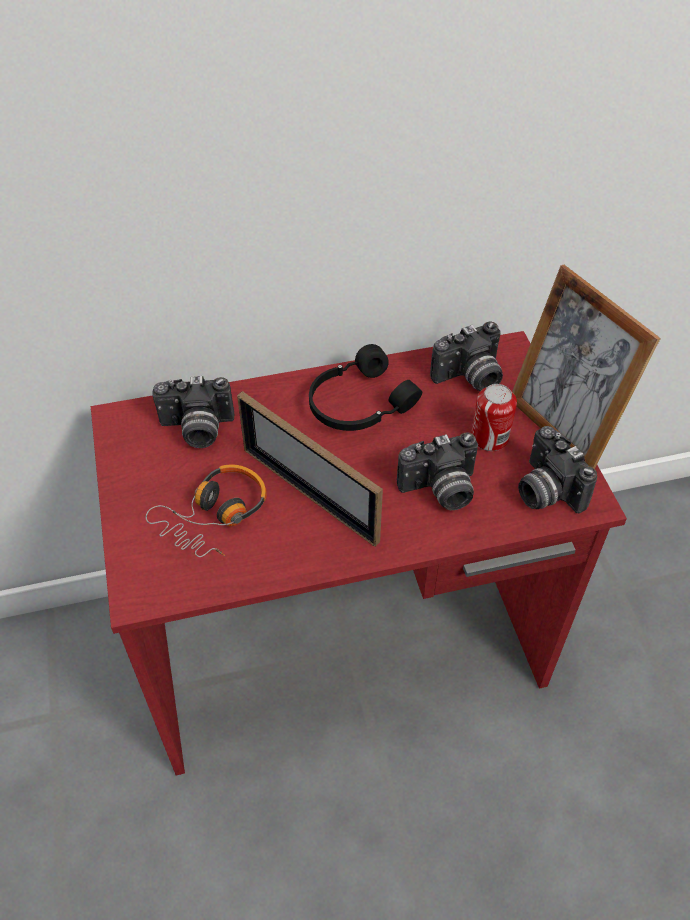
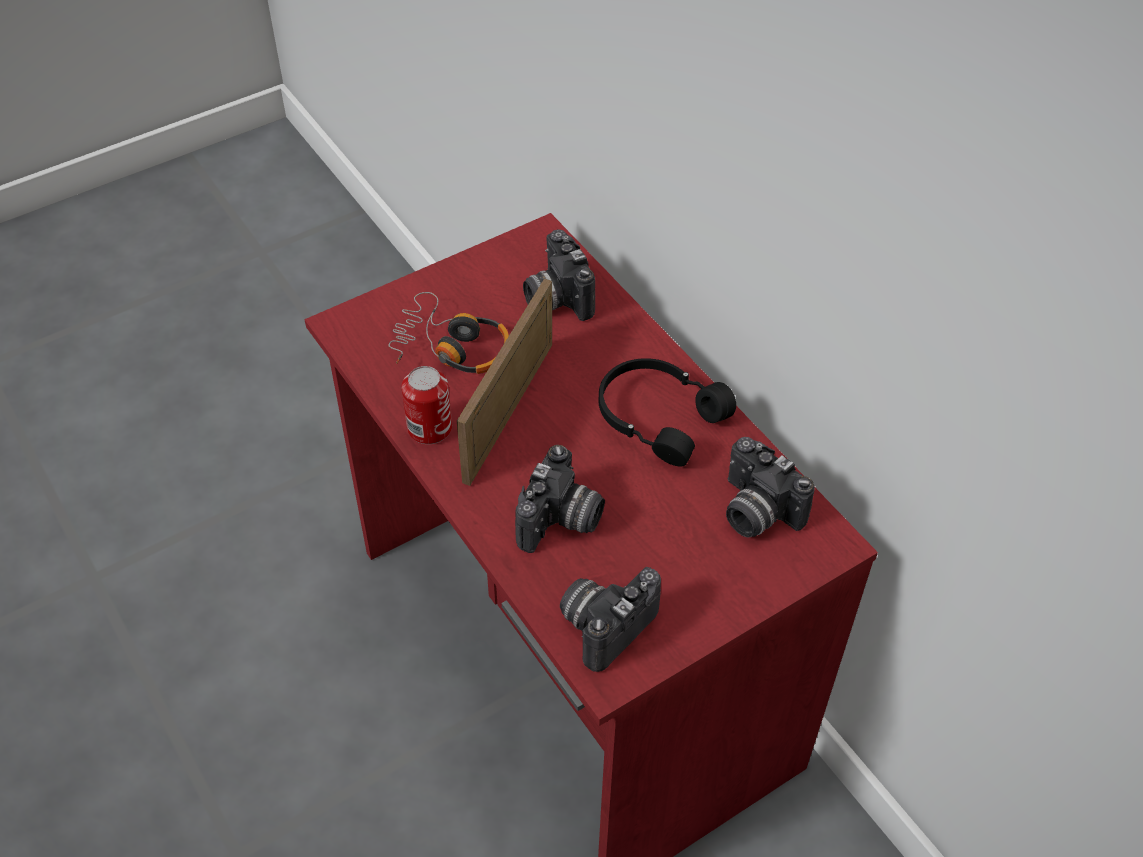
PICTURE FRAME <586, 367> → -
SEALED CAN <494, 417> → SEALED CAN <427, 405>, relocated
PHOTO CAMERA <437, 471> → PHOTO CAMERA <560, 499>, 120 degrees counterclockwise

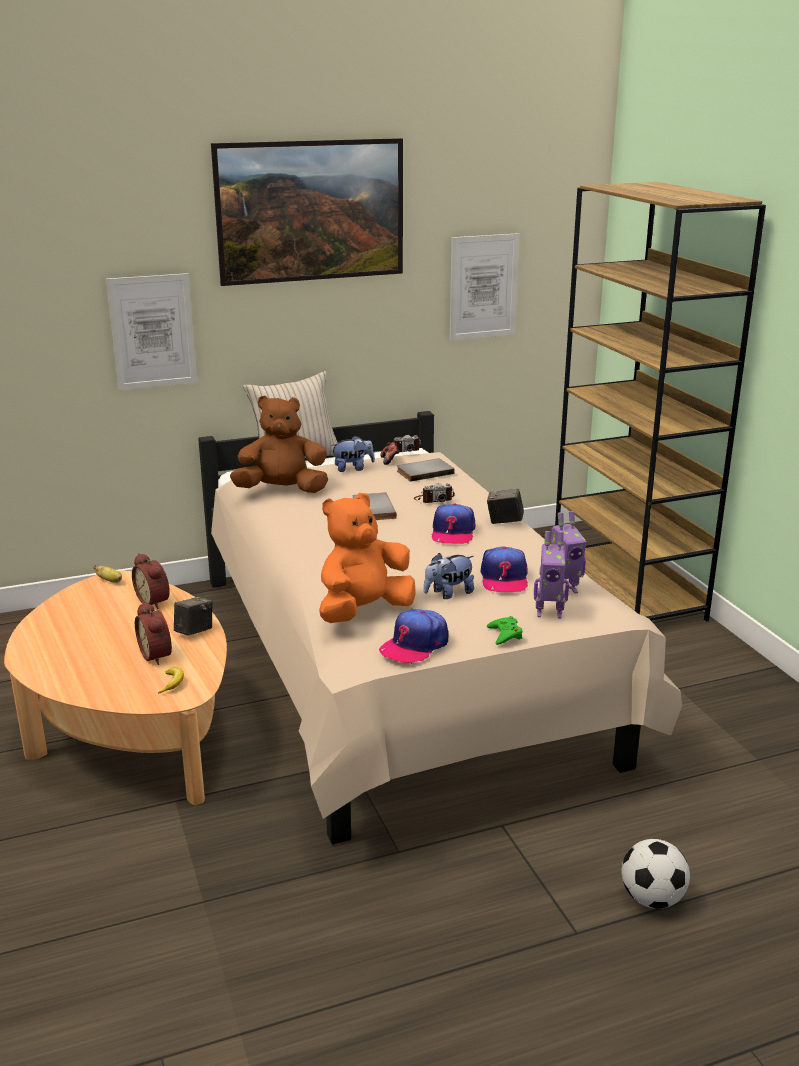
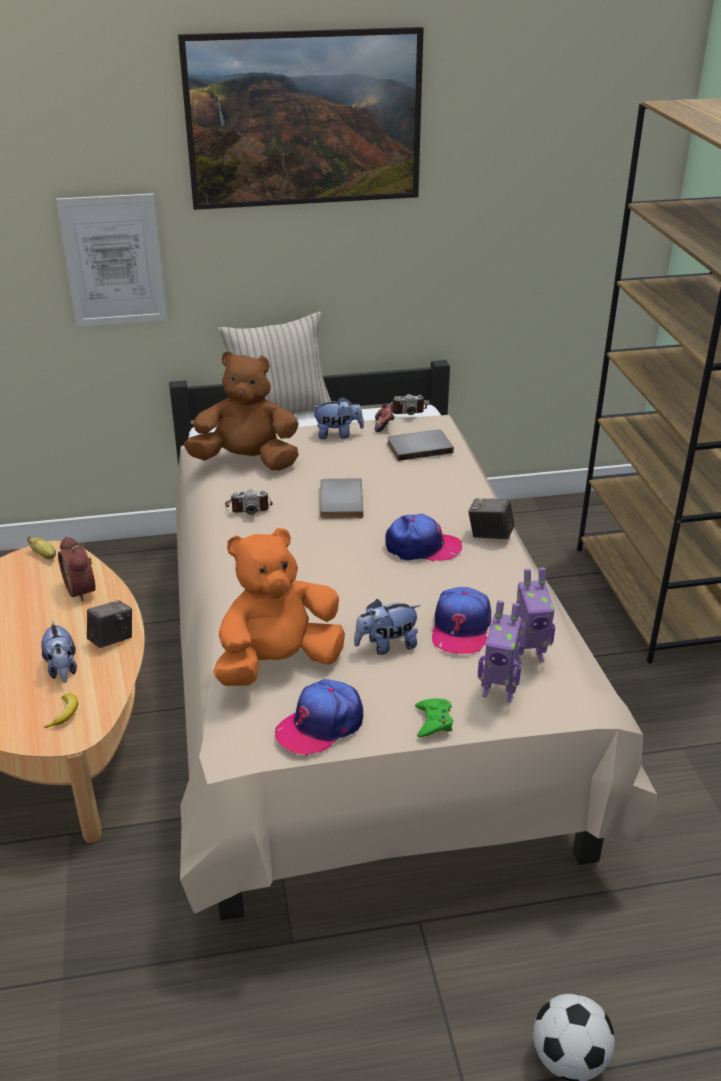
WALL PICTURE <484, 286> → -
PHOTO CAMERA <434, 493> → PHOTO CAMERA <249, 502>, relocated
TABLE CLOCK <153, 633> → PLUSH TOY <59, 652>
CAP <453, 523> → CAP <423, 538>, 105 degrees counterclockwise

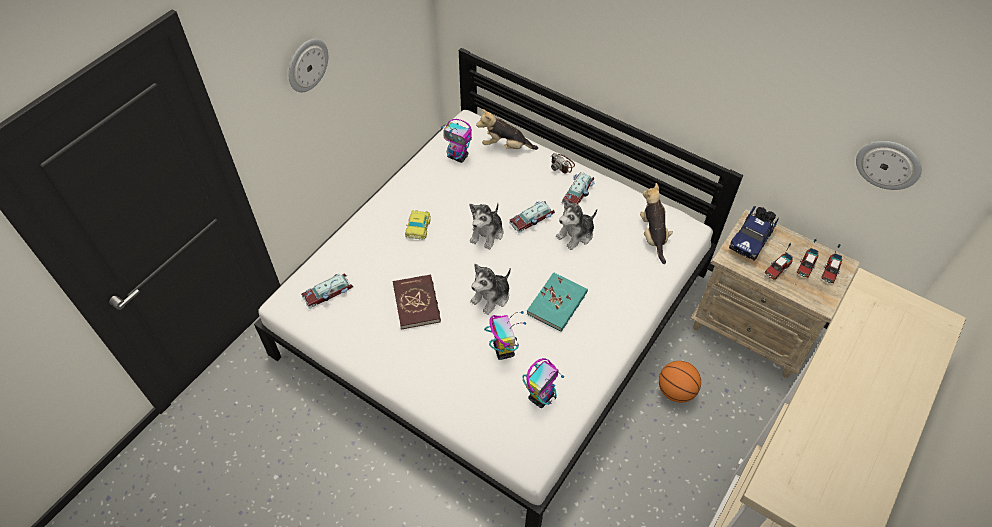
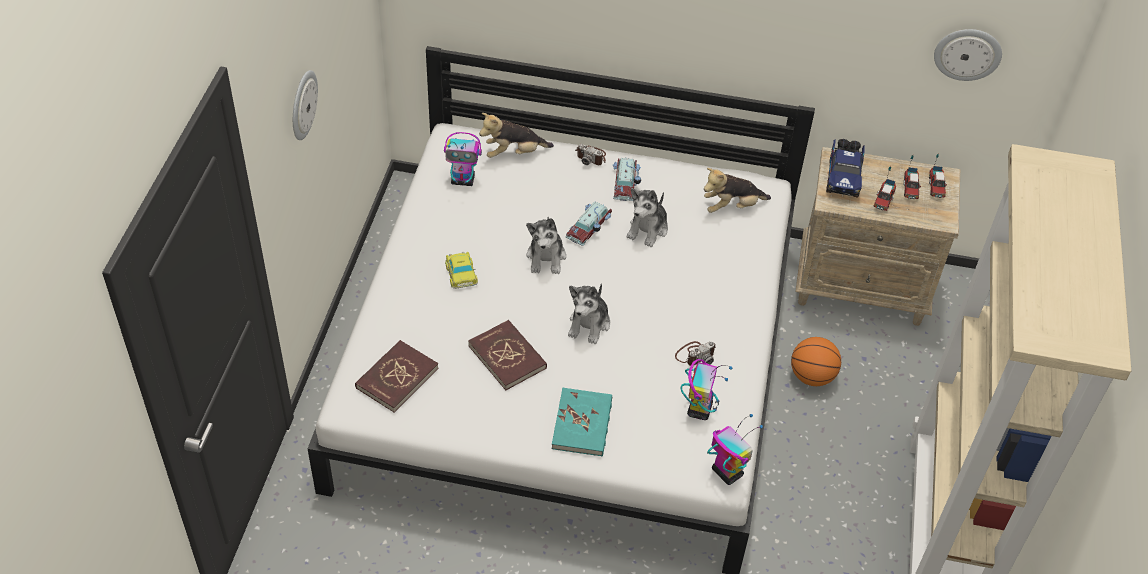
- → PHOTO CAMERA <695, 353>
ROBOT FIGURE <505, 335> → ROBOT FIGURE <735, 449>, relocated
TURQUOISE-COLOURED BOUND BOOK <557, 302> → TURQUOISE-COLOURED BOUND BOOK <582, 422>, relocated
MINIATURE CAR <327, 291> → RED BOUND BOOK <397, 376>
PLUSH TOY <656, 223> → PLUSH TOY <737, 190>, 75 degrees counterclockwise

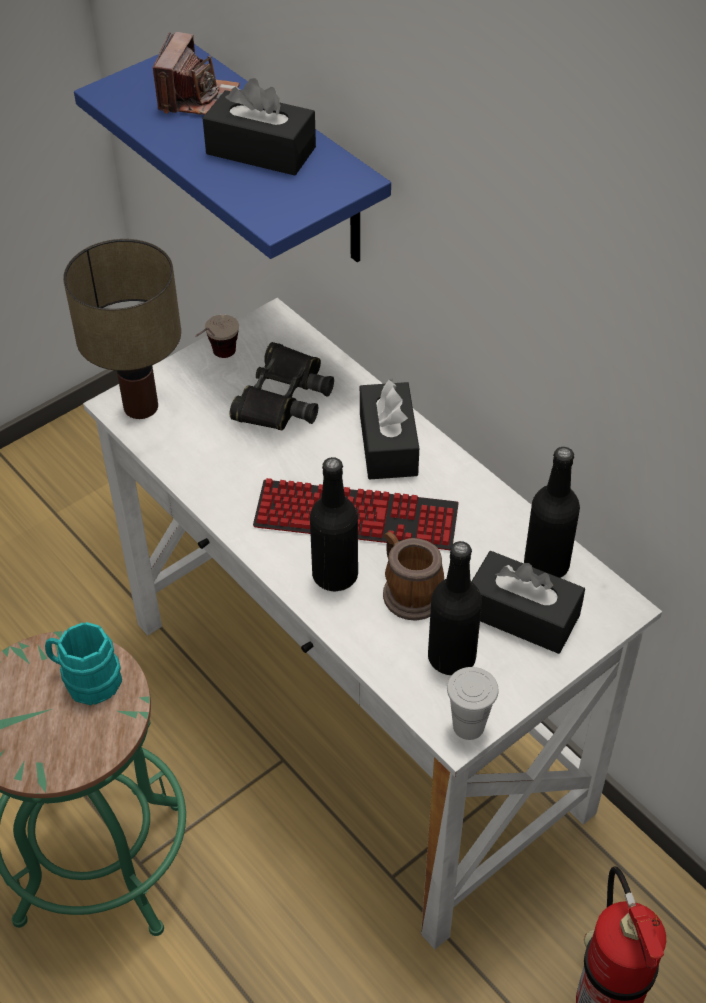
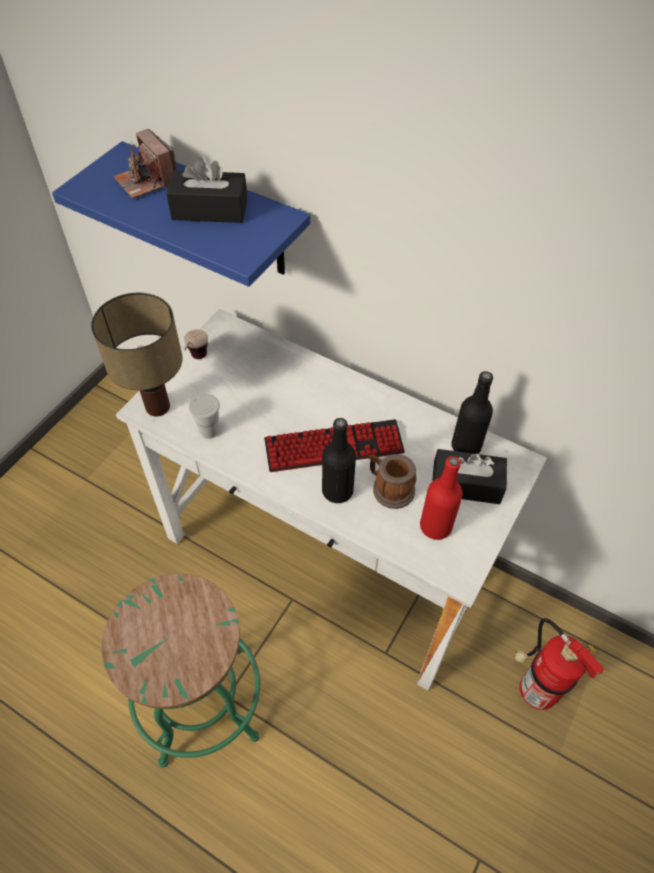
TURQUOISE-COLOURED COFFEE MUG <83, 663> → -
BLACK-COLOURED BINOCULARS <282, 386> → -
BLACK-COLOURED TISSUE HOLDER <389, 429> → -
WHITE SMALL CUP <473, 703> → WHITE SMALL CUP <204, 416>, relocated
BLACK-COLOURED DRINK BOTTLE <455, 608> → RED DRINK BOTTLE <441, 498>
PHOTO CAMERA <196, 73> → PHOTO CAMERA <145, 164>, 150 degrees clockwise

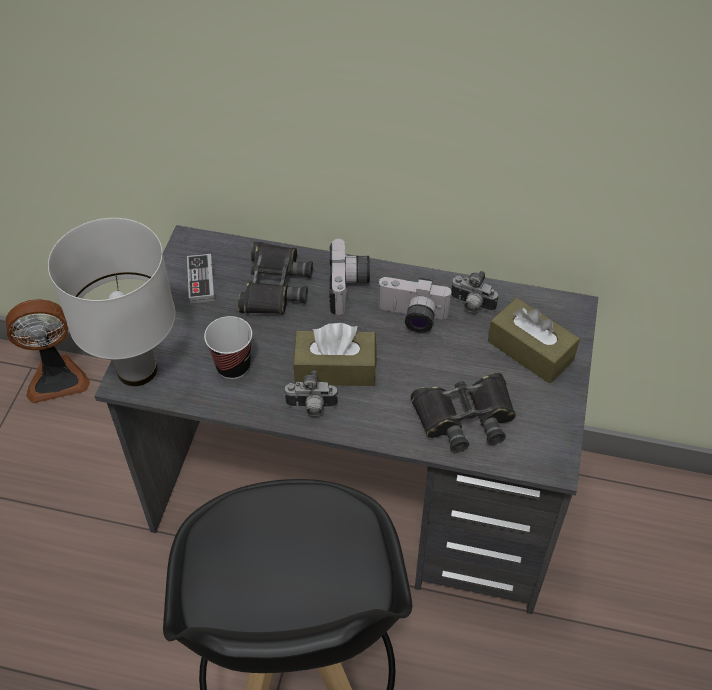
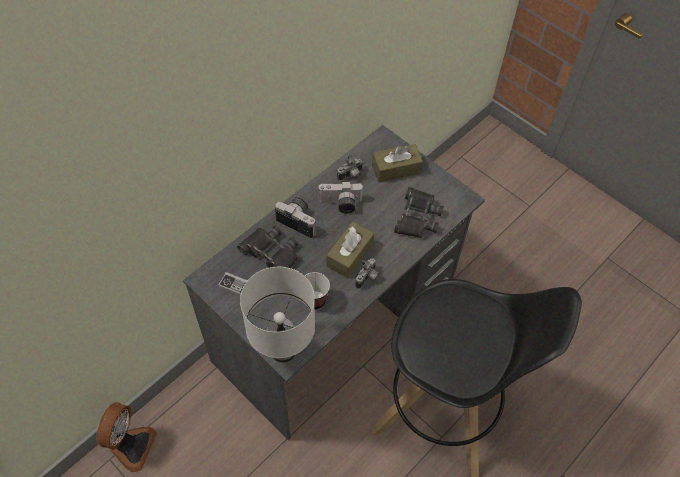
PHOTO CAMERA <414, 305> → PHOTO CAMERA <341, 197>, 45 degrees clockwise

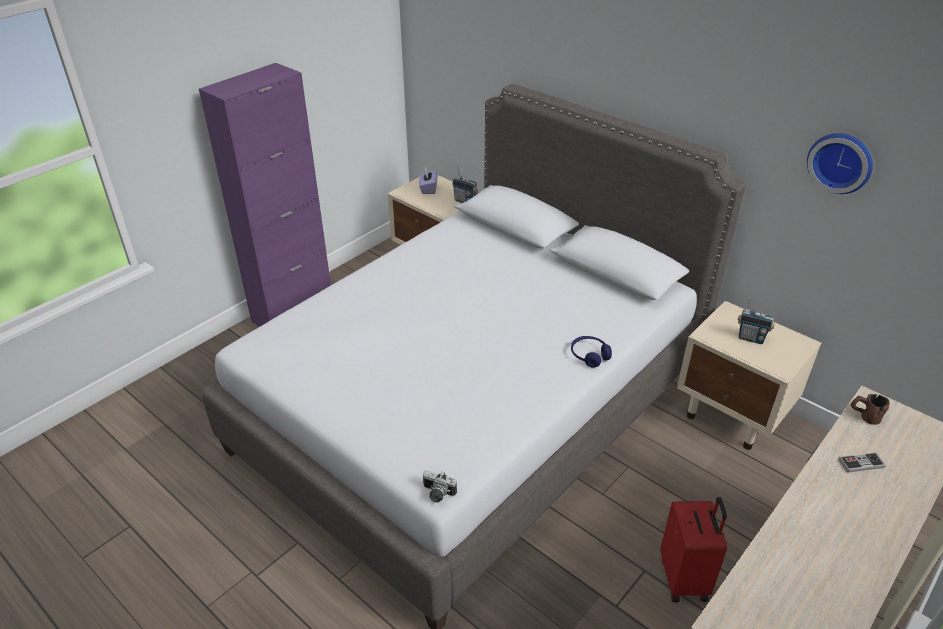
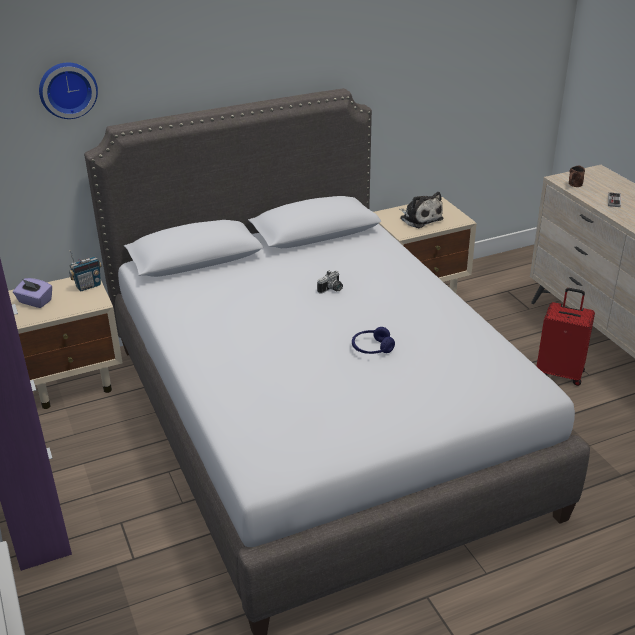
PHOTO CAMERA <440, 486> → PHOTO CAMERA <330, 282>, relocated
BLUE HEADSET <591, 352> → BLUE HEADSET <373, 340>, relocated
CLOCK ON THE WALL <840, 163> → CLOCK ON THE WALL <68, 91>, relocated
RADIO RECEIVER <756, 320> → PLUSH TOY <421, 210>

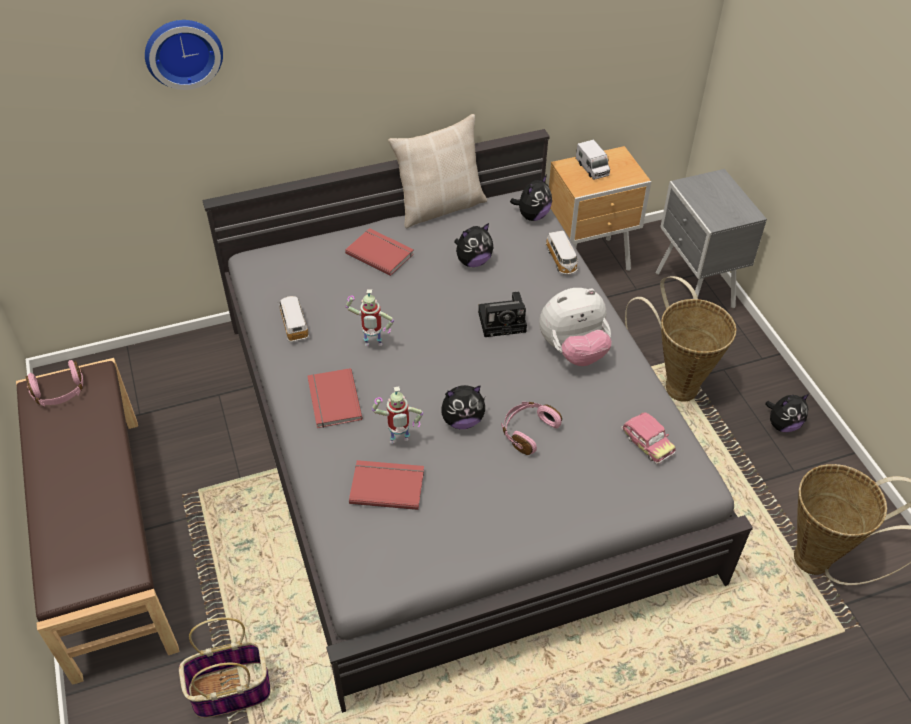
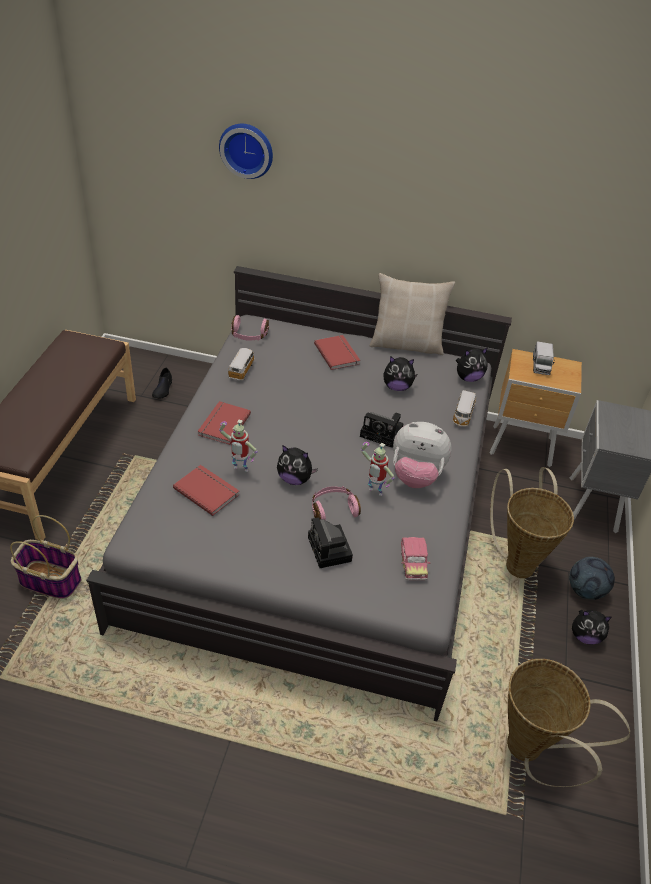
- → BLACK-COLOURED ITEM OF FOOTWEAR <162, 383>
- → PHOTO CAMERA <330, 542>
- → FOOTBALL BALL <592, 578>
PINK-COLOURED HEADSET <54, 383> → PINK-COLOURED HEADSET <250, 328>, relocated
ROBOT FIGURE <369, 317> → ROBOT FIGURE <378, 469>, relocated

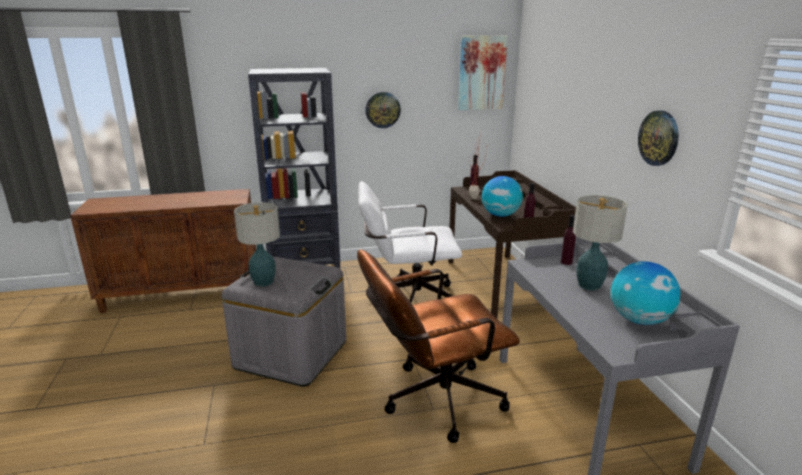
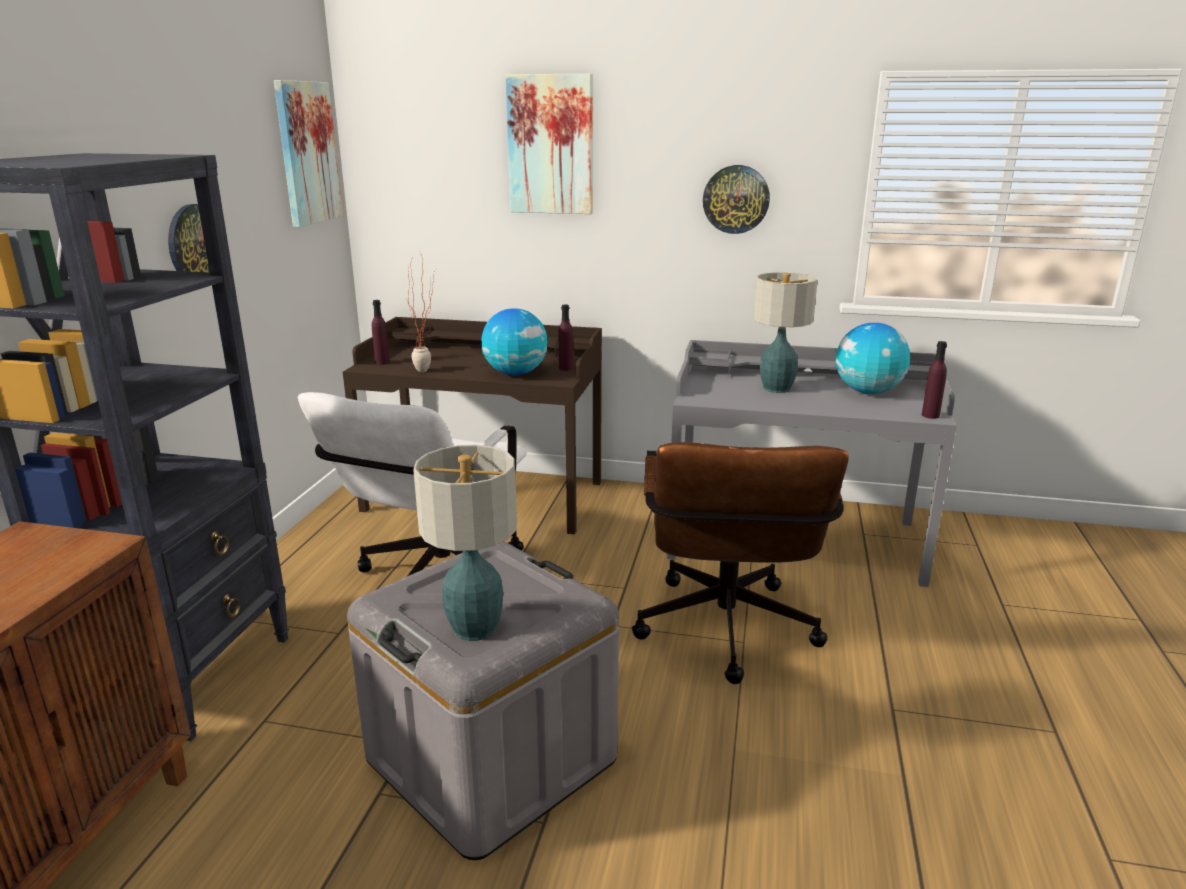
- → WALL PICTURE <549, 144>
PURPLE DRINK BOTTLE <568, 240> → PURPLE DRINK BOTTLE <934, 380>, relocated

